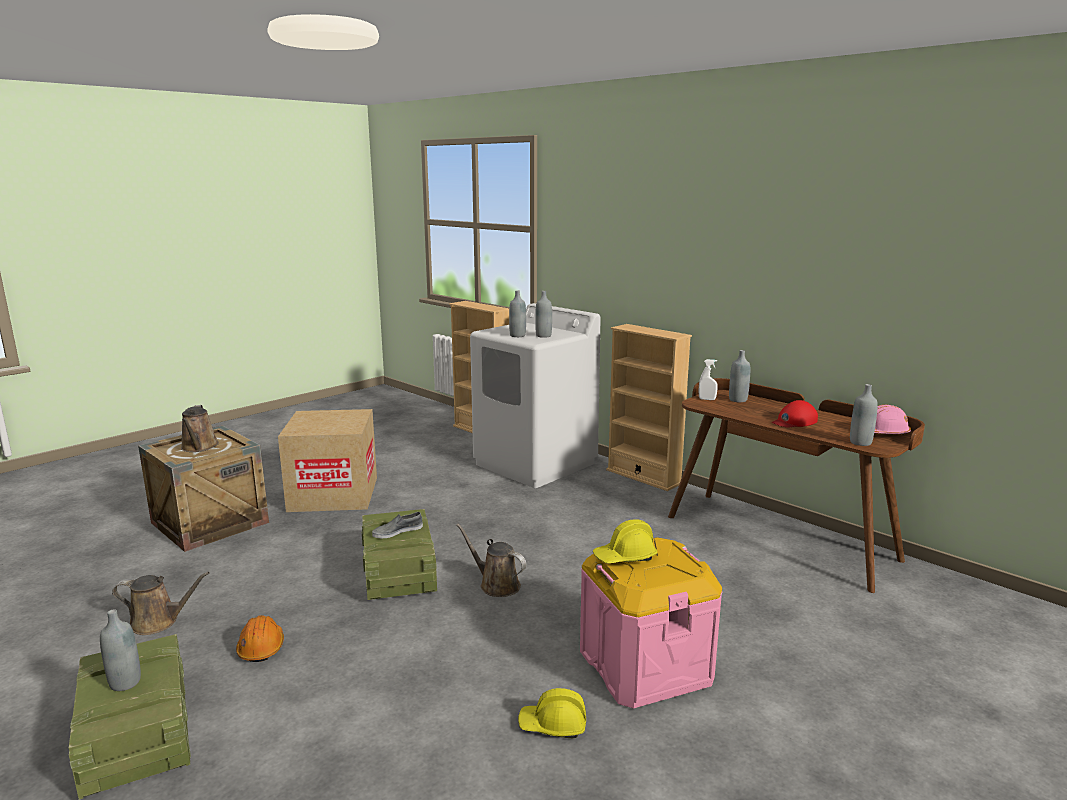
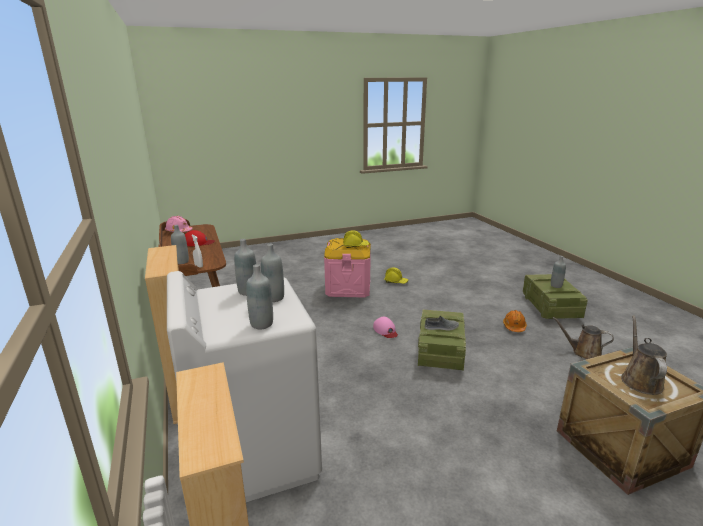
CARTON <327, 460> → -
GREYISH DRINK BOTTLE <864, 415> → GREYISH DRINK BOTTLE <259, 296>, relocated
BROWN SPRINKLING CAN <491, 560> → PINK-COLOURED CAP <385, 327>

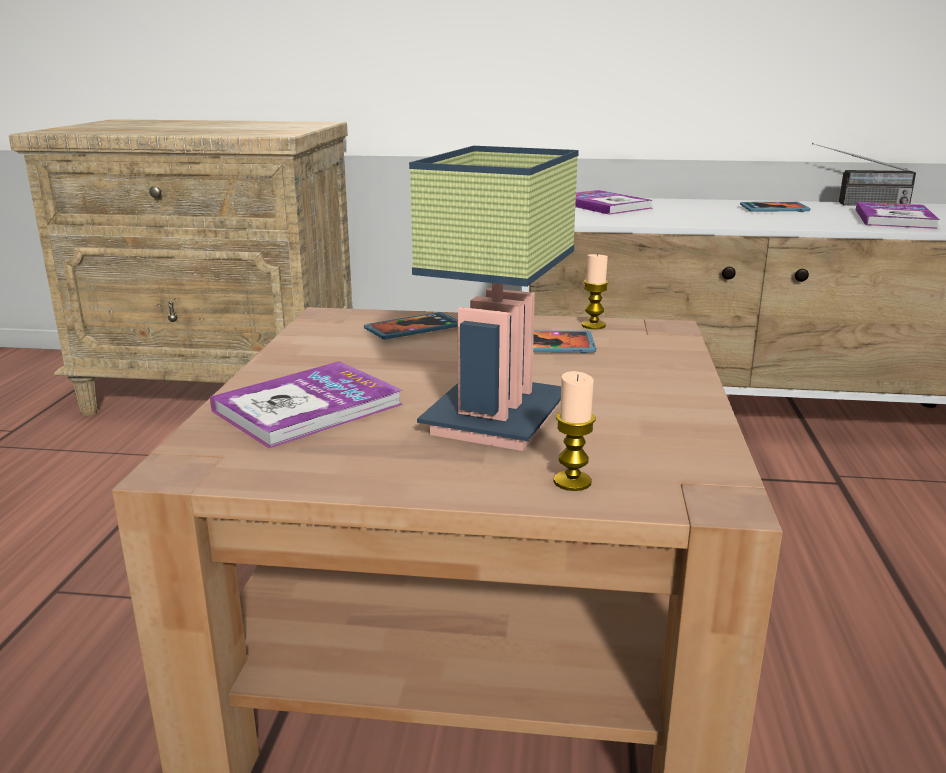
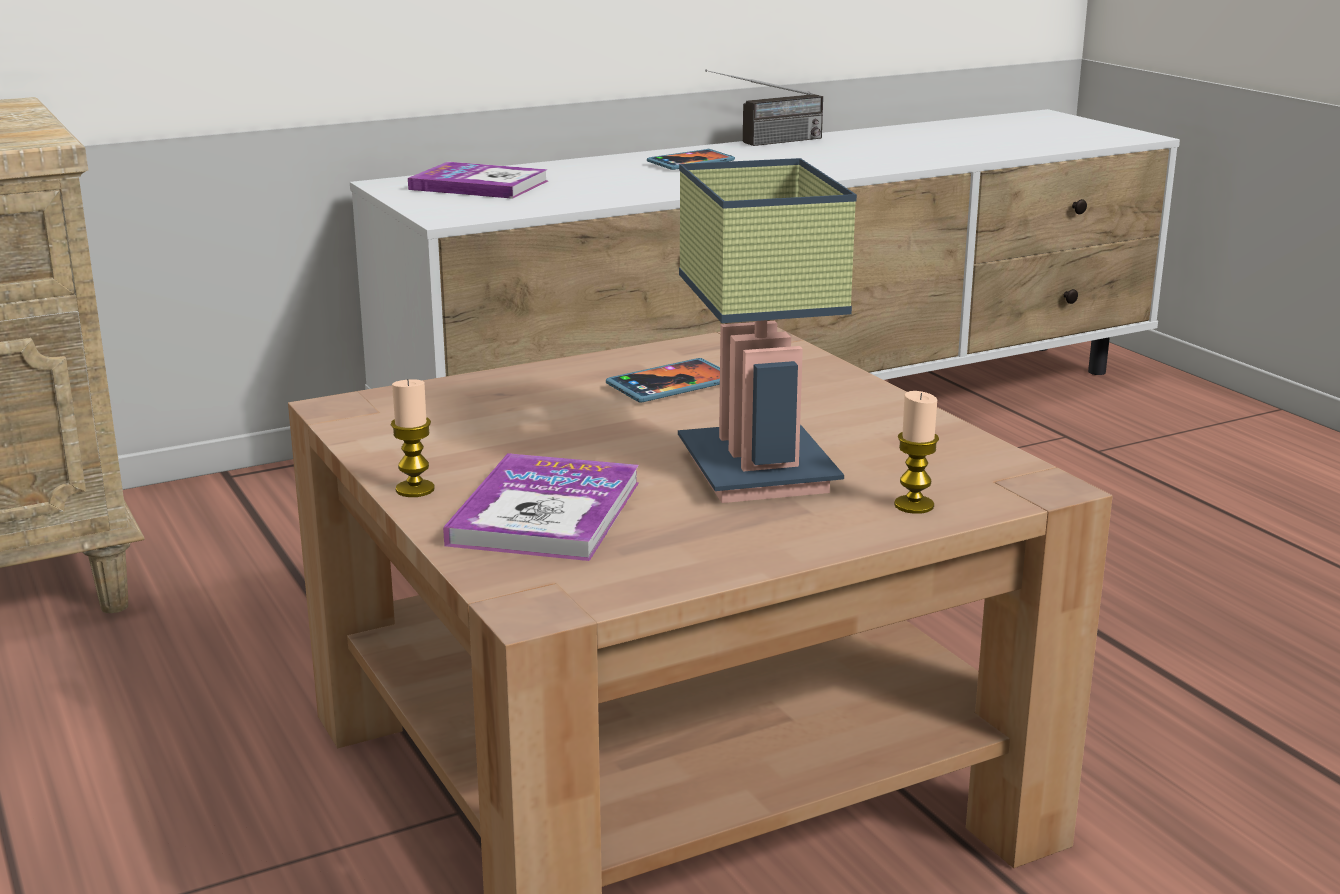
PHONE <410, 325> → -
BOUND BOOK <898, 215> → -
CANDLE <595, 291> → CANDLE <413, 438>, relocated

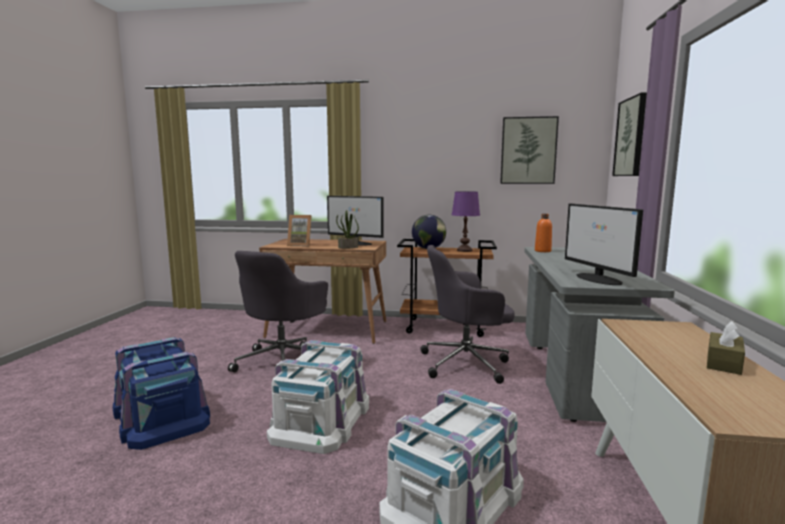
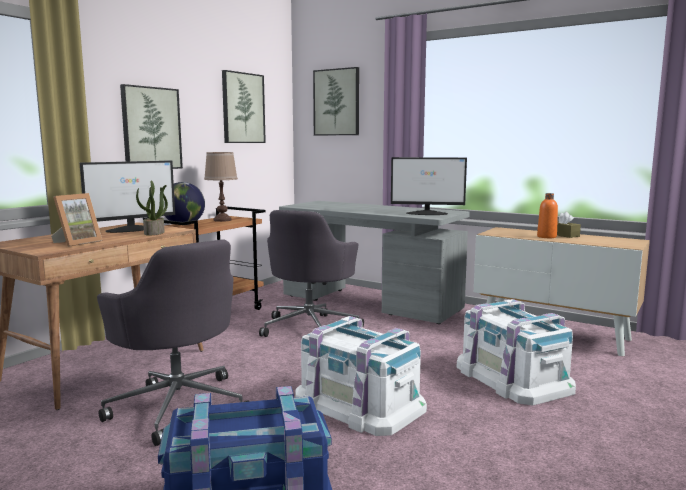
- → WALL PICTURE <151, 126>
ORANGE-COLOURED DRINK BOTTLE <543, 233> → ORANGE-COLOURED DRINK BOTTLE <547, 215>, relocated
PURPLE TABLETOP LAMP <466, 221> → BROWN TABLETOP LAMP <221, 187>

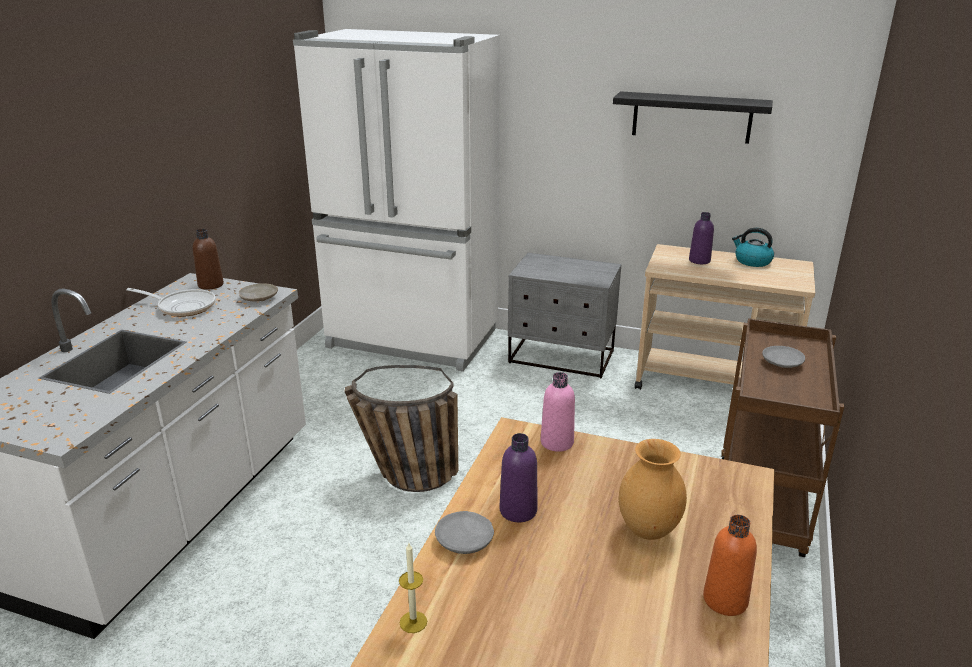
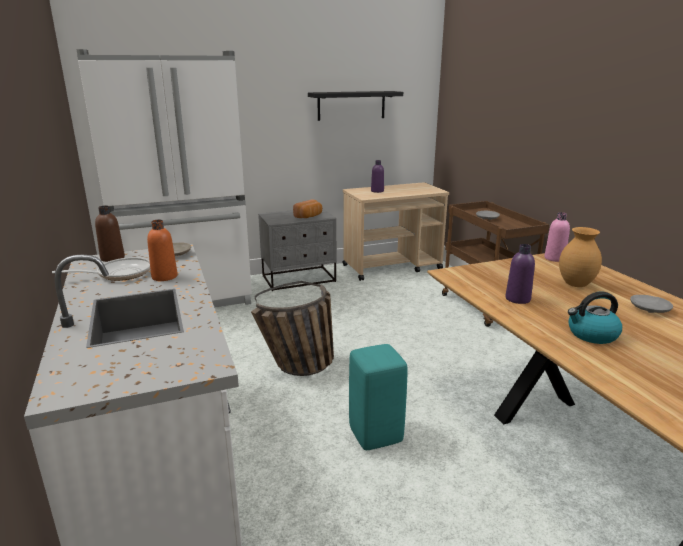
CANDLE <413, 588> → -
- → BAKED BREAD <307, 208>
- → TURQUOISE-COLOURED STOOL <378, 397>
GREYISH PLATE <464, 532> → GREYISH PLATE <651, 304>, relocated
PINK-COLOURED DRINK BOTTLE <558, 412> → PINK-COLOURED DRINK BOTTLE <557, 237>, relocated
ORANGE-COLOURED DRINK BOTTLE <730, 565> → ORANGE-COLOURED DRINK BOTTLE <162, 250>, relocated
WATER KETTLE <753, 247> → WATER KETTLE <595, 318>, relocated

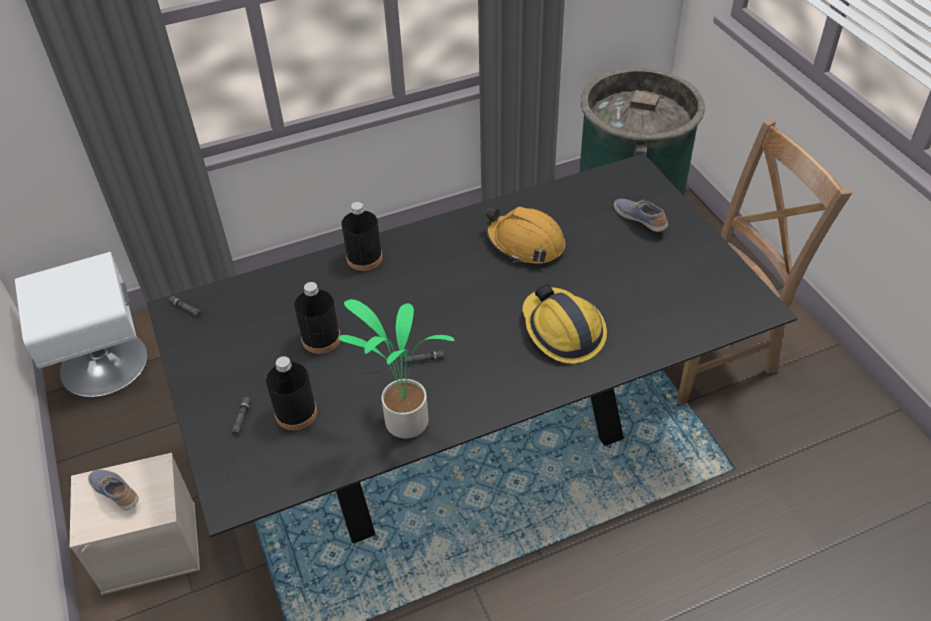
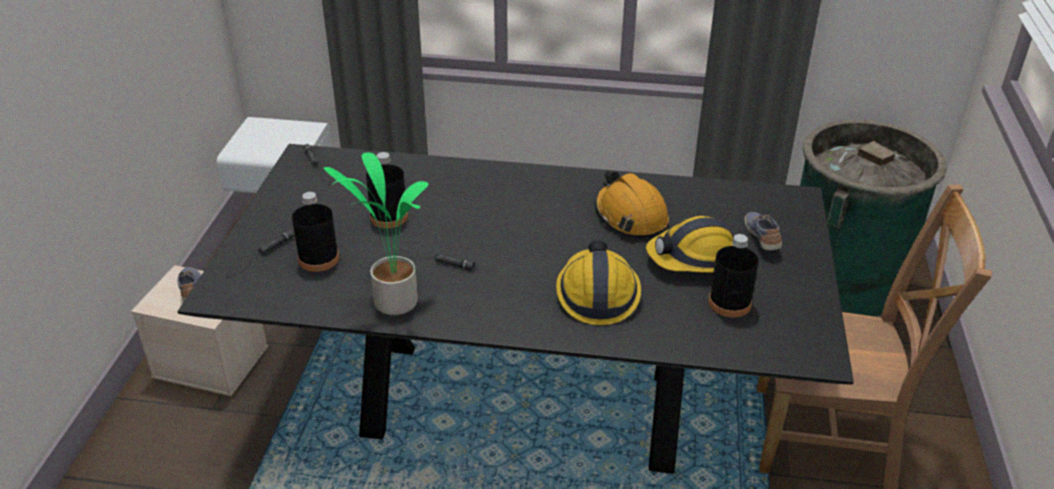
- → SAFETY HELMET <689, 244>
BLACK-COLOURED DRINK BOTTLE <362, 236> → BLACK-COLOURED DRINK BOTTLE <733, 276>, relocated

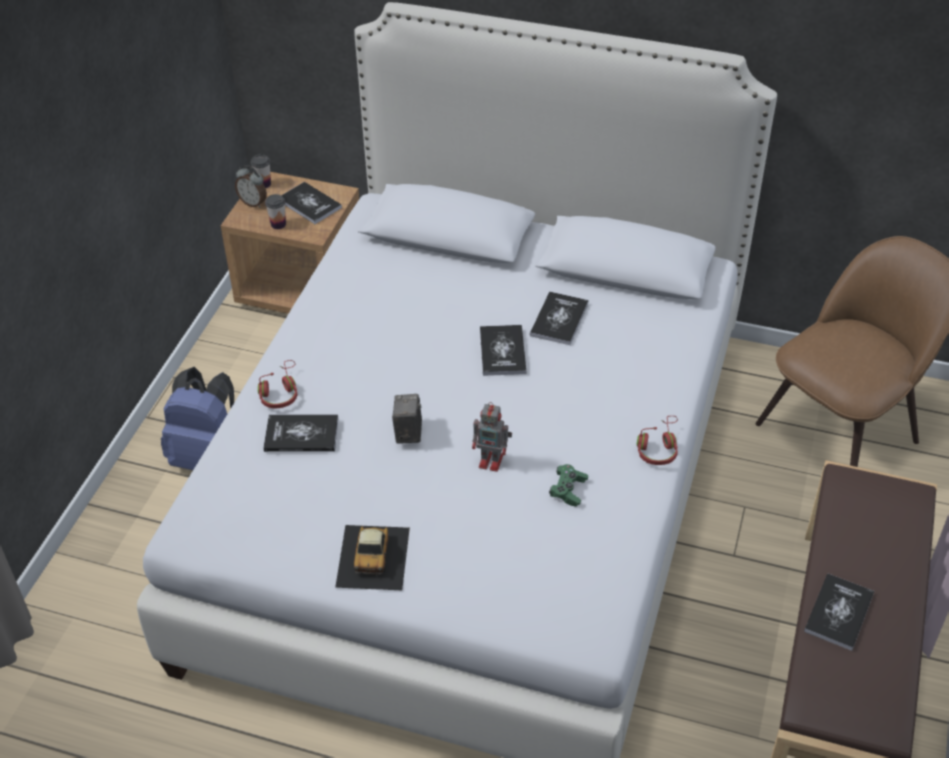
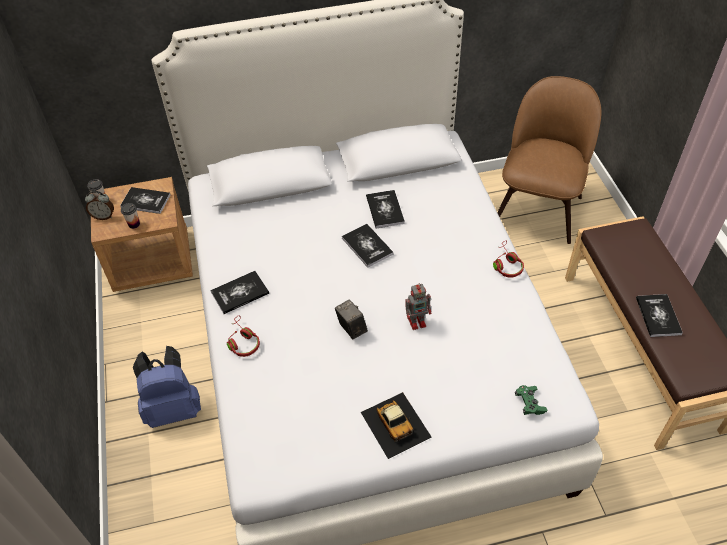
BOUND BOOK <301, 433> → BOUND BOOK <239, 292>, relocated
GREEN-COLOURED GAME CONTROLLER <568, 485> → GREEN-COLOURED GAME CONTROLLER <531, 400>, relocated

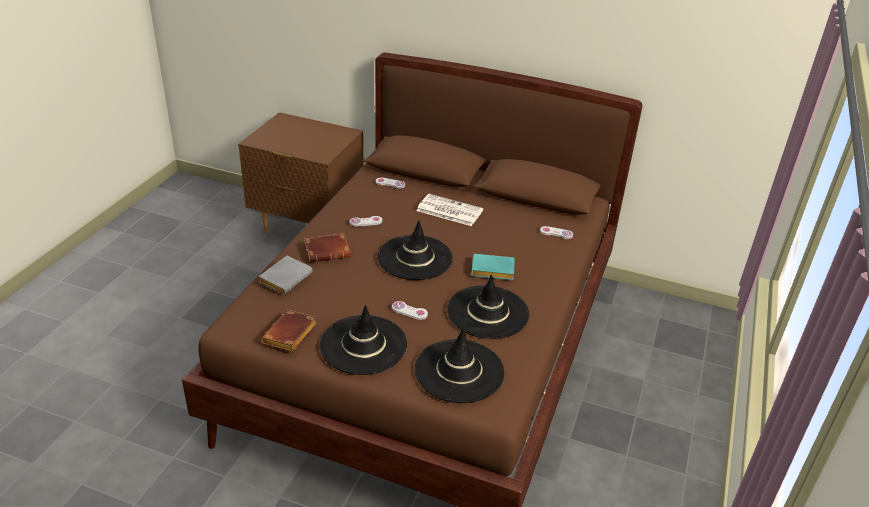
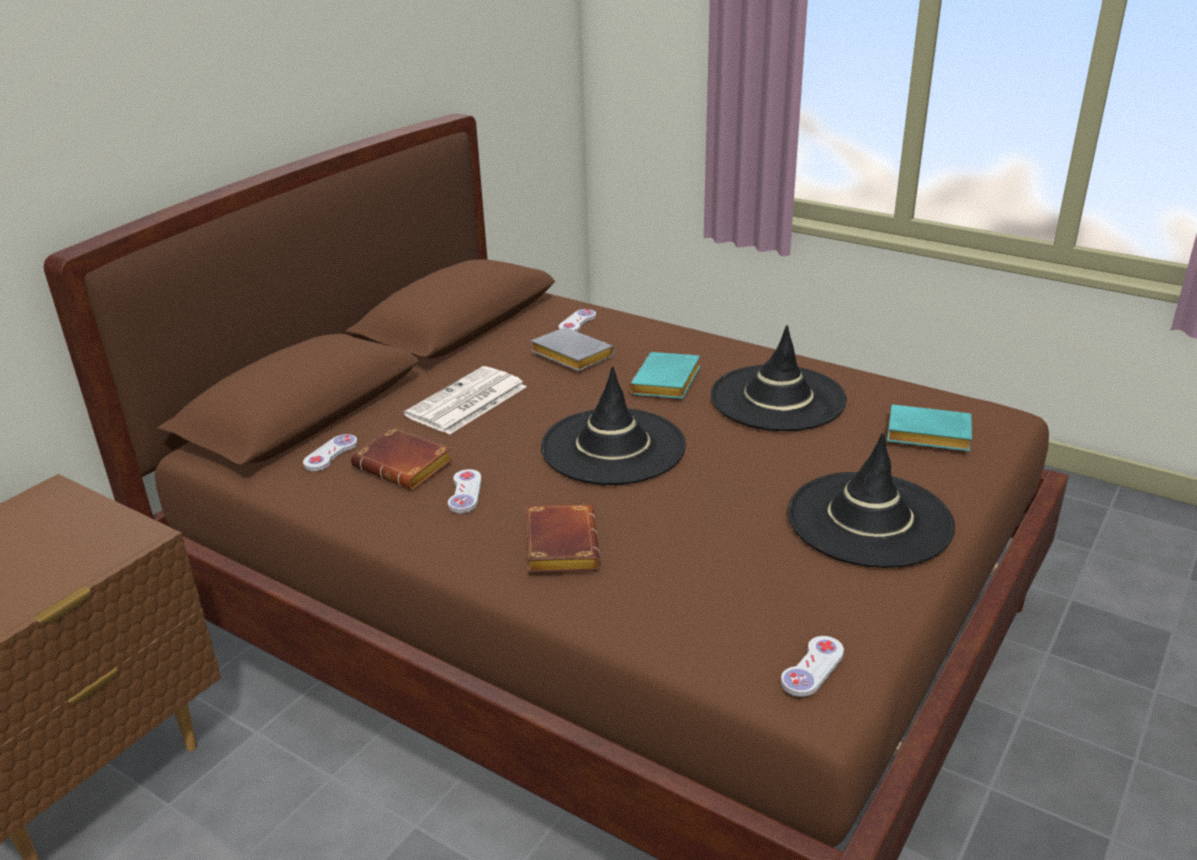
GREYISH BOUND BOOK <286, 275> → GREYISH BOUND BOOK <572, 349>, relocated
BROWN BOUND BOOK <289, 331> → BROWN BOUND BOOK <402, 458>, relocated
WHITE GAME CONTROLLER <410, 310> → WHITE GAME CONTROLLER <812, 666>, relocated
BLACK-COLOURED HAT <459, 365> → TURQUOISE-COLOURED BOUND BOOK <929, 427>

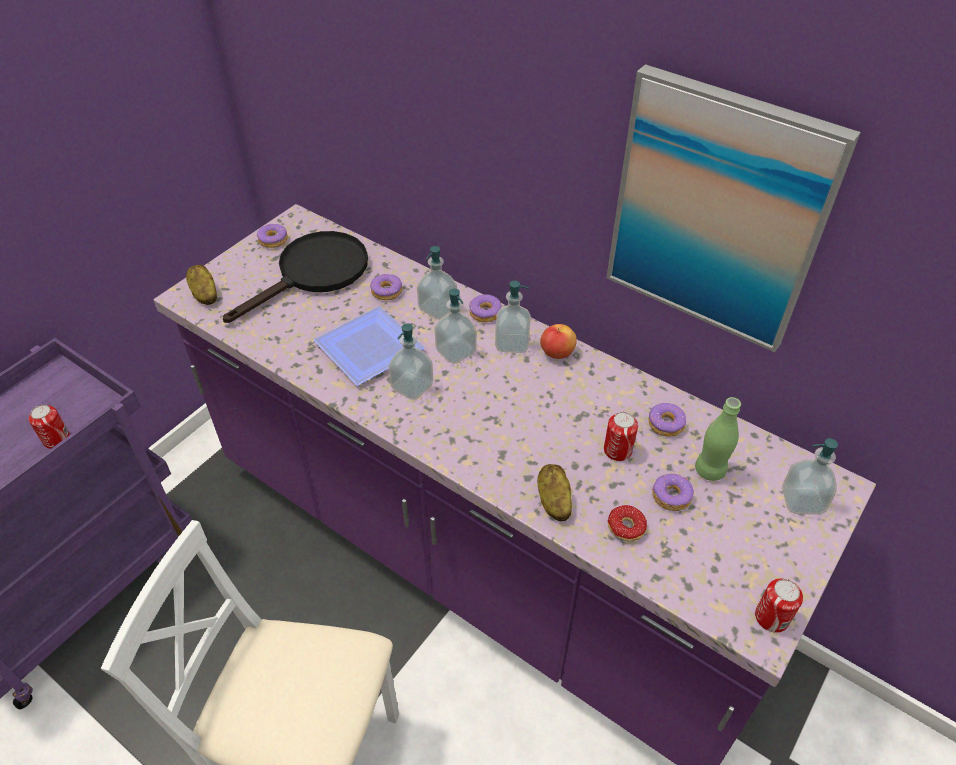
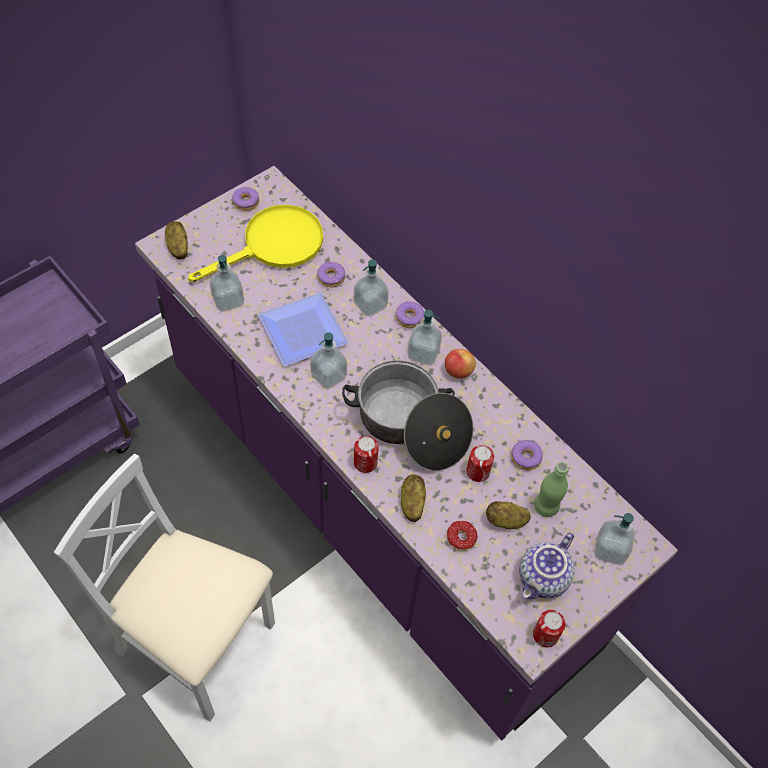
WALL PICTURE <733, 208> → -
- → SAUCEPOT <408, 415>
- → TEA POT <547, 565>
SEALED CAN <49, 427> → SEALED CAN <366, 454>, relocated
SOAP DISPENSER <455, 326> → SOAP DISPENSER <227, 283>, relocated
DOUGHNUT <673, 492> → SPUD <508, 515>
BLACK-COLOURED PAN <295, 277> → YELLOW PAN <255, 243>

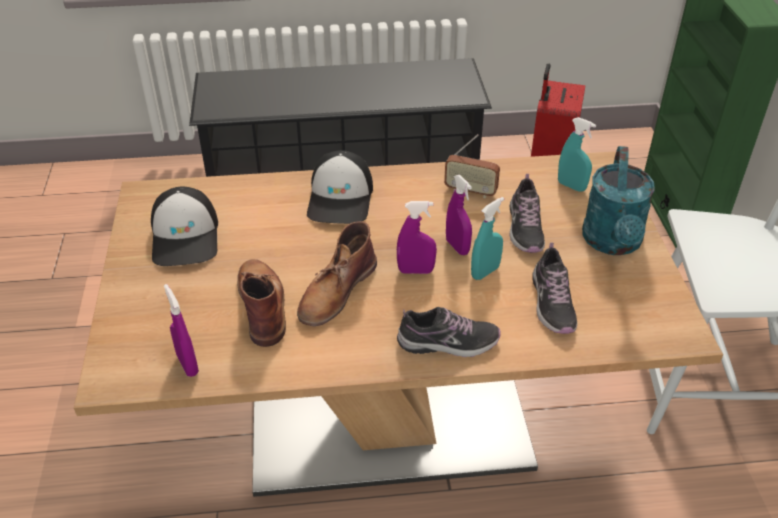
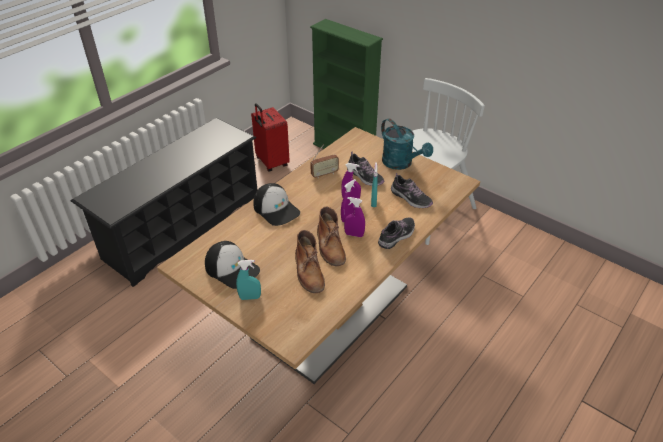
PURPLE HAND SPRAYER <181, 330> → PURPLE HAND SPRAYER <354, 217>, relocated
TURQUOISE-COLOURED HAND SPRAYER <577, 154> → TURQUOISE-COLOURED HAND SPRAYER <248, 280>, relocated
BROWN HIGH-TOP BOOT <261, 303> → BROWN HIGH-TOP BOOT <310, 261>, 135 degrees counterclockwise

